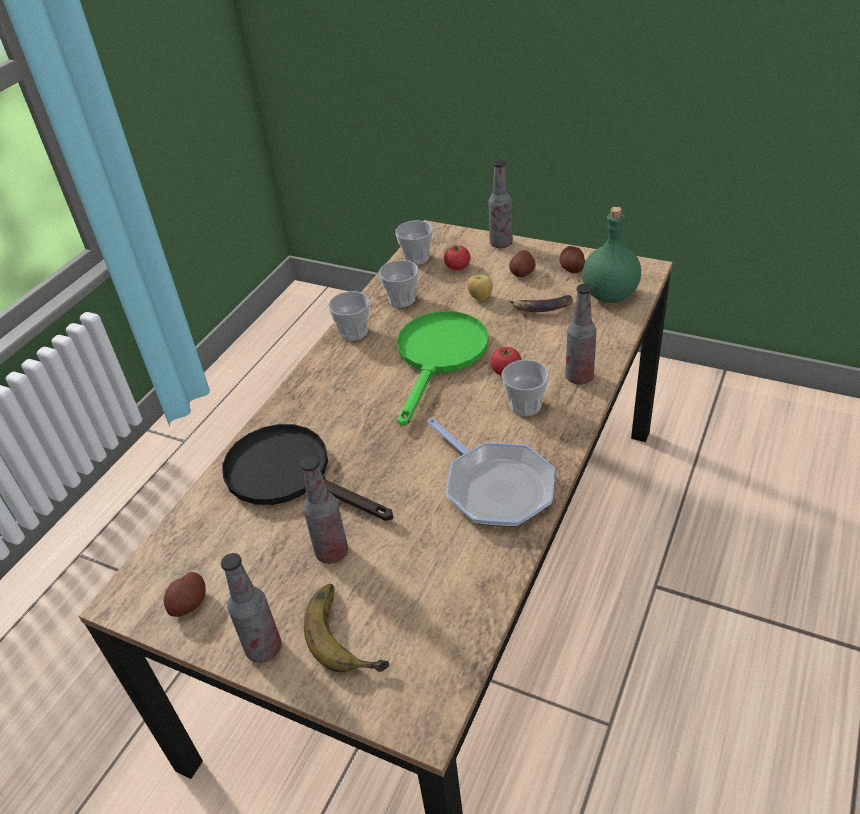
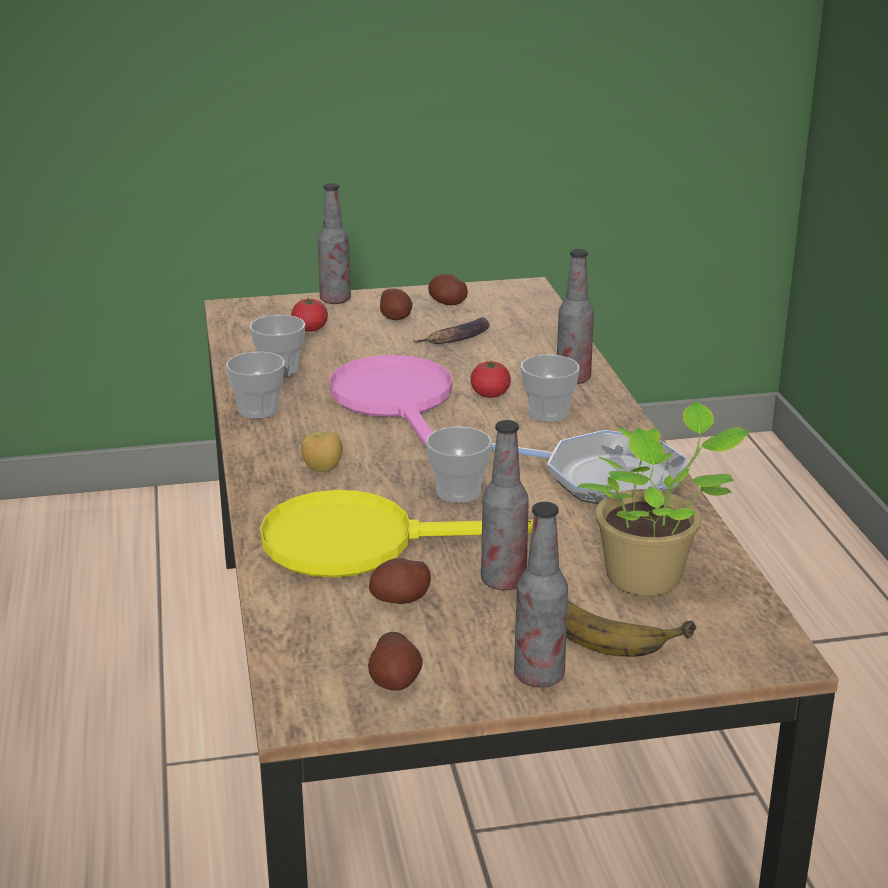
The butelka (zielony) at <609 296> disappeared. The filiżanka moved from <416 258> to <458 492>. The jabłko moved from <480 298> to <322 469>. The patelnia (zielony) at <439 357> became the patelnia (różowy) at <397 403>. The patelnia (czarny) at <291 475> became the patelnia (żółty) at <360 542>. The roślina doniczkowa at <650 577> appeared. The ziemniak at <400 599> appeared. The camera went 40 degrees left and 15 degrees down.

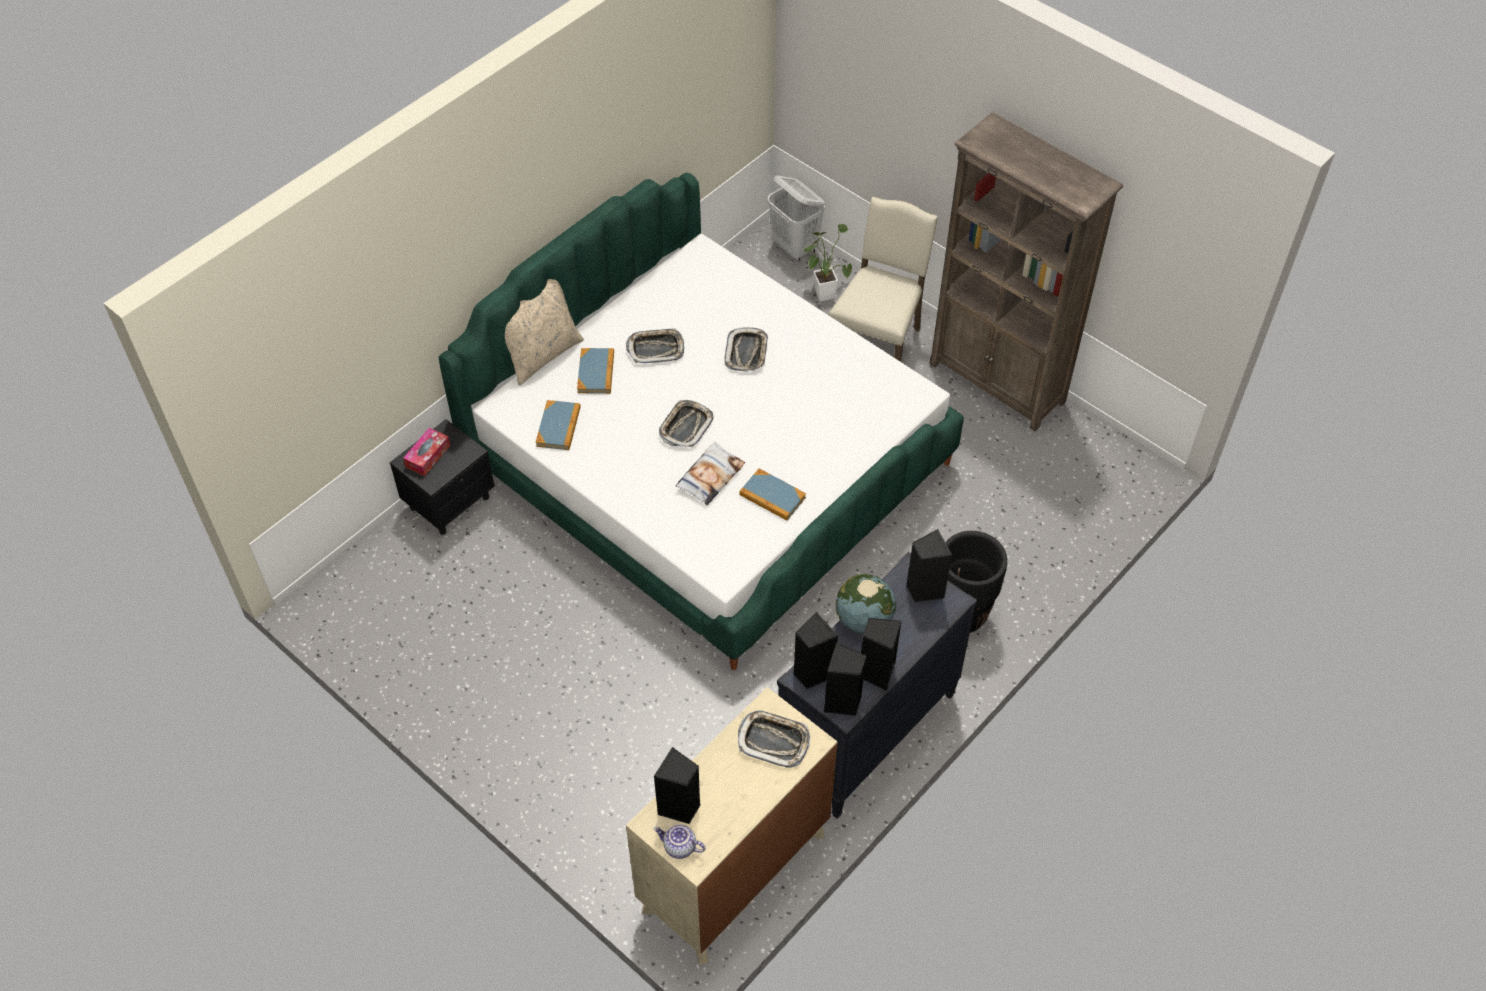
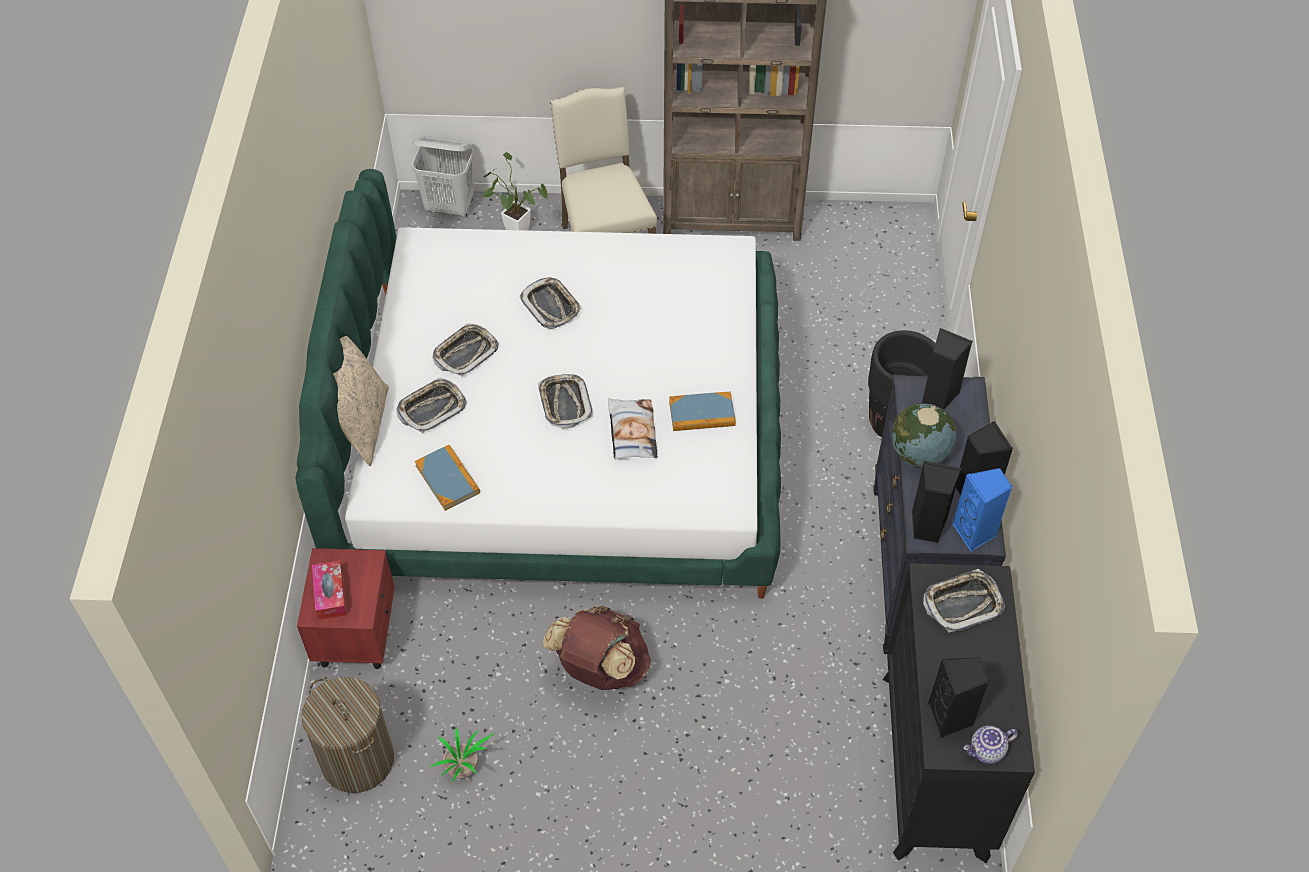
The książka at <596 373> was replaced by the taca at <432 408>. The szafka nocna (czarny) at <451 502> became the szafka nocna (czerwony) at <357 633>. The głośnik (czarny) at <842 702> became the głośnik (niebieski) at <975 532>. The komoda (beżowy) at <734 872> became the komoda (czarny) at <935 764>. The plecak (brązowy) at <600 669> appeared. The kosz na pranie at <357 759> appeared. The roślina doniczkowa at <464 770> appeared. The camera went 40 degrees left and 0 degrees up.

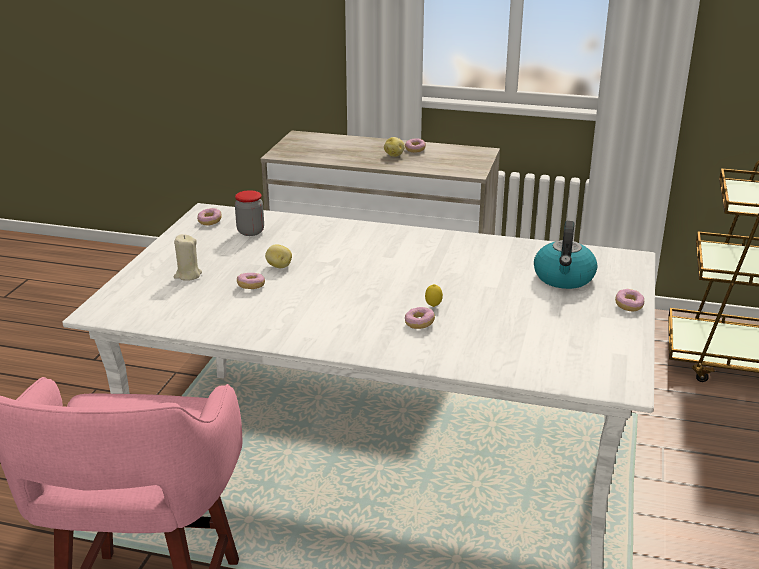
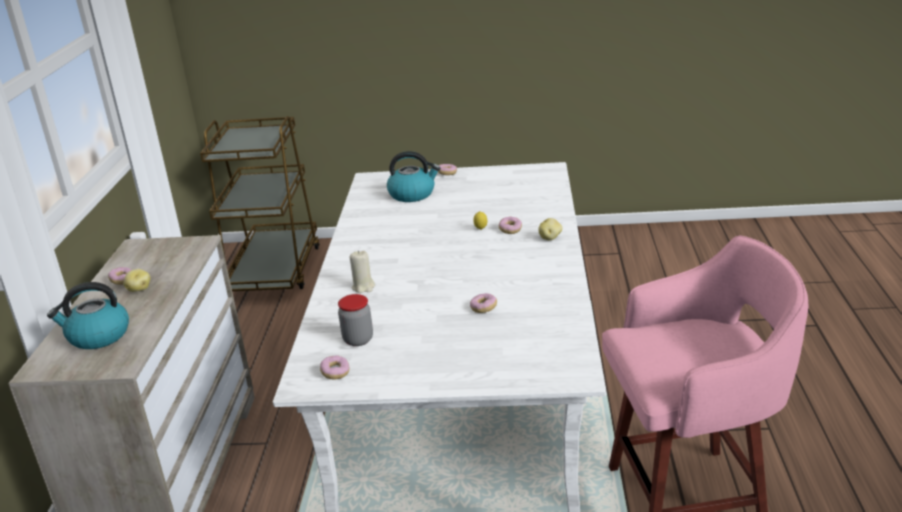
The świeca (beżowy) moved from <187 275> to <363 287>. The ziemniak moved from <279 266> to <550 238>. The czajnik at <98 336> appeared. The camera went 100 degrees left and 0 degrees up.

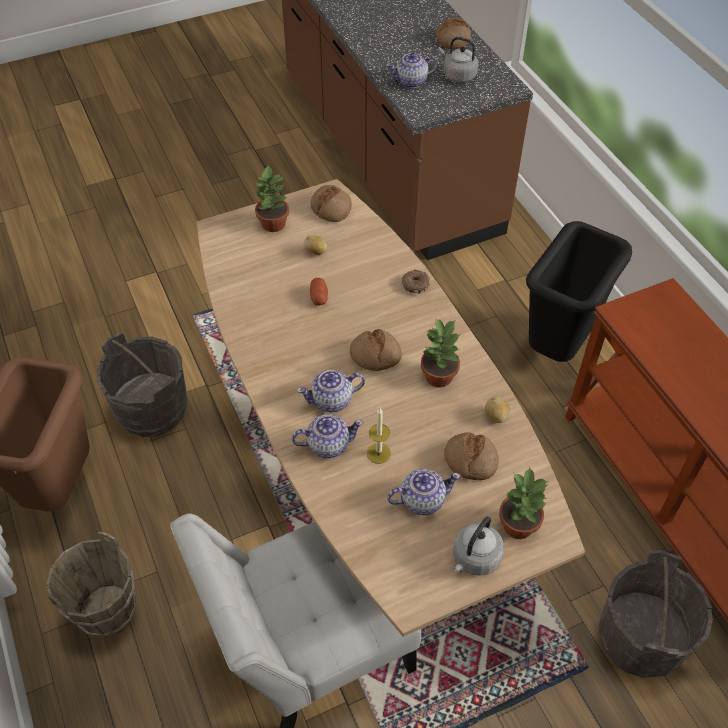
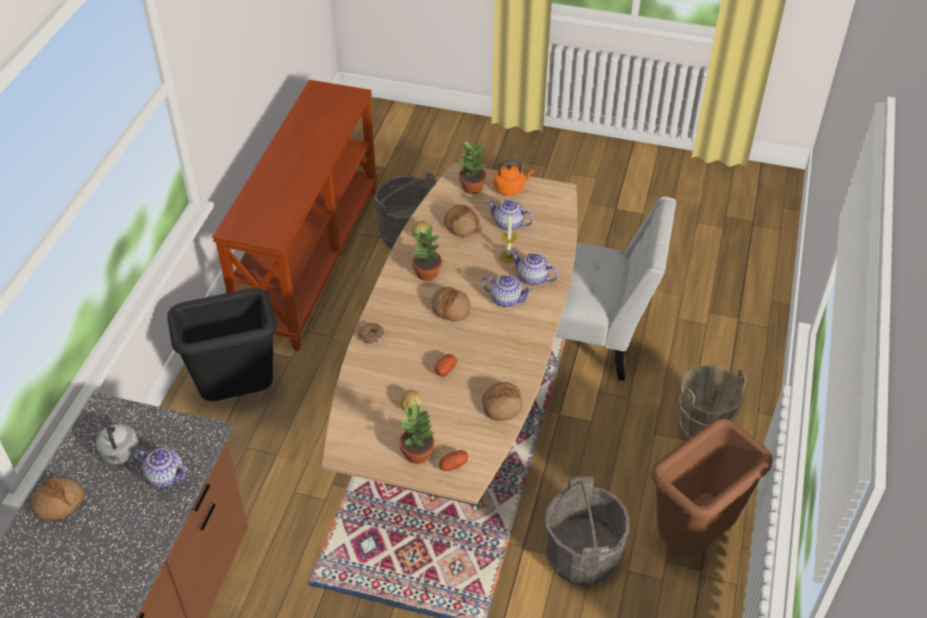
The chleb moved from <331 208> to <502 405>. The czajnik (szary) at <474 559> became the czajnik (pomarańczowy) at <510 188>. The ziemniak at <453 465> appeared. The camera went 140 degrees left and 5 degrees down.

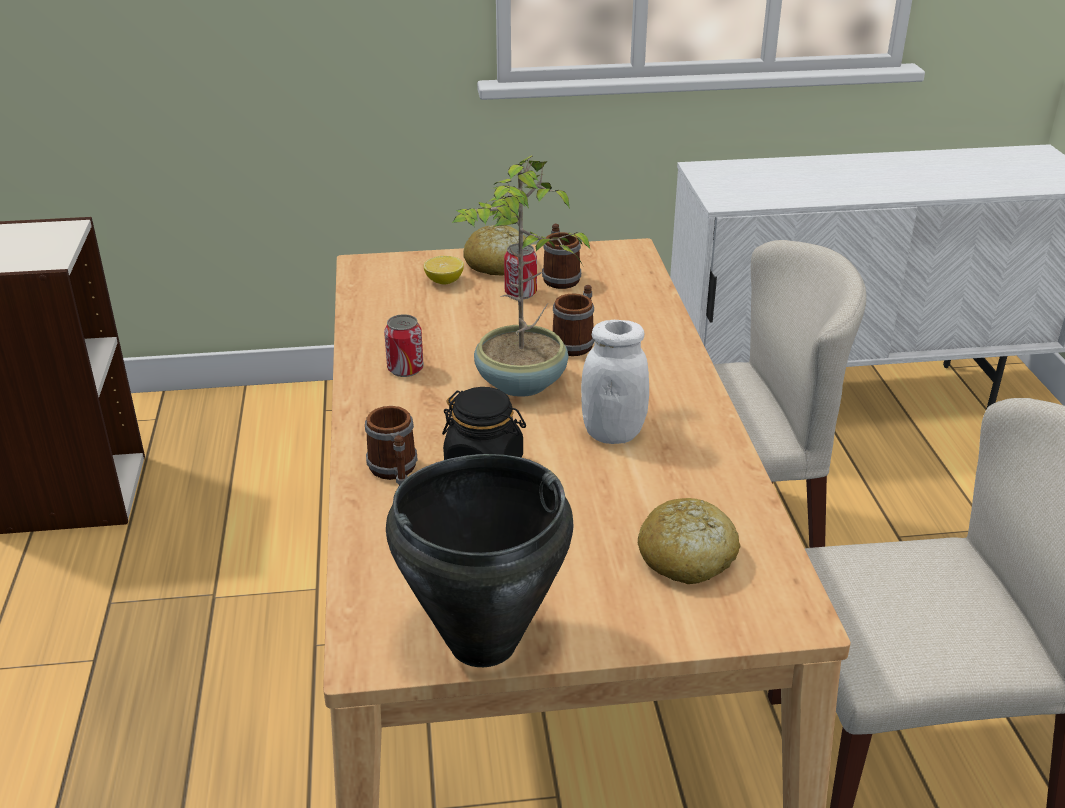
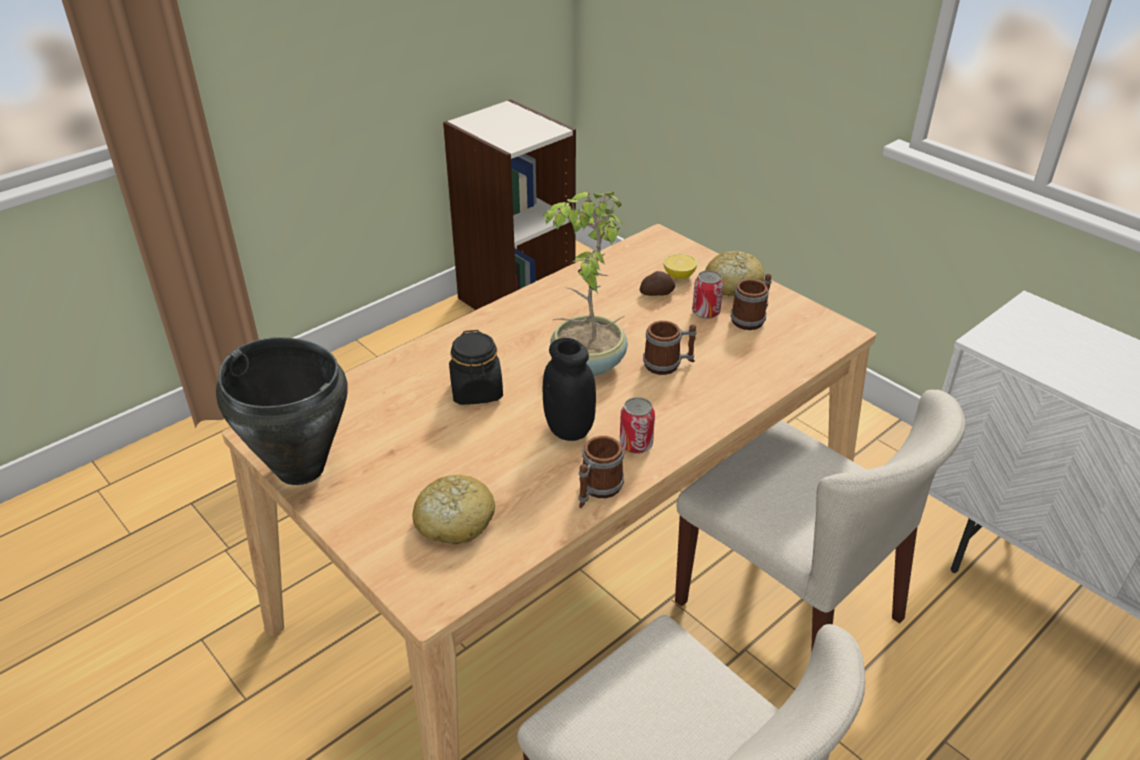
The puszka moved from <405 369> to <636 444>. The słoik (biały) at <613 433> became the słoik (czarny) at <569 429>. The kubek moved from <395 472> to <597 490>. The ziemniak at <656 293> appeared. The camera went 55 degrees right and 5 degrees up.

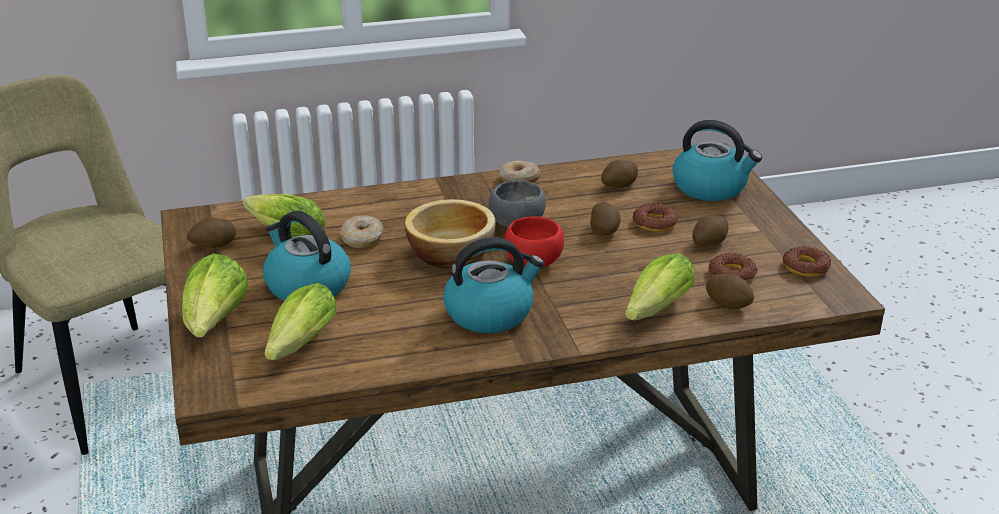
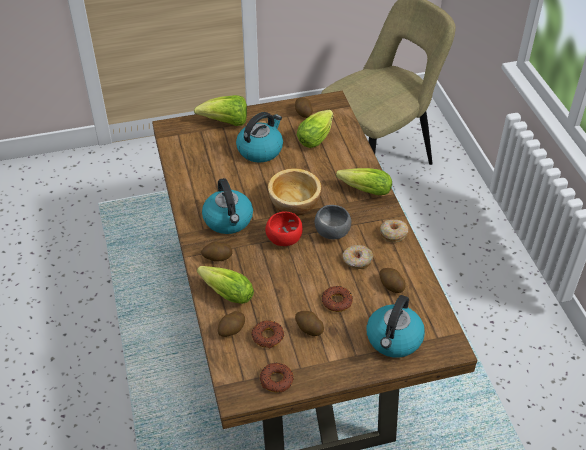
The ziemniak moved from <604 231> to <217 258>. The donut moved from <362 239> to <357 261>. The sałata moved from <298 347> to <362 190>. The camera went 90 degrees right and 15 degrees up.

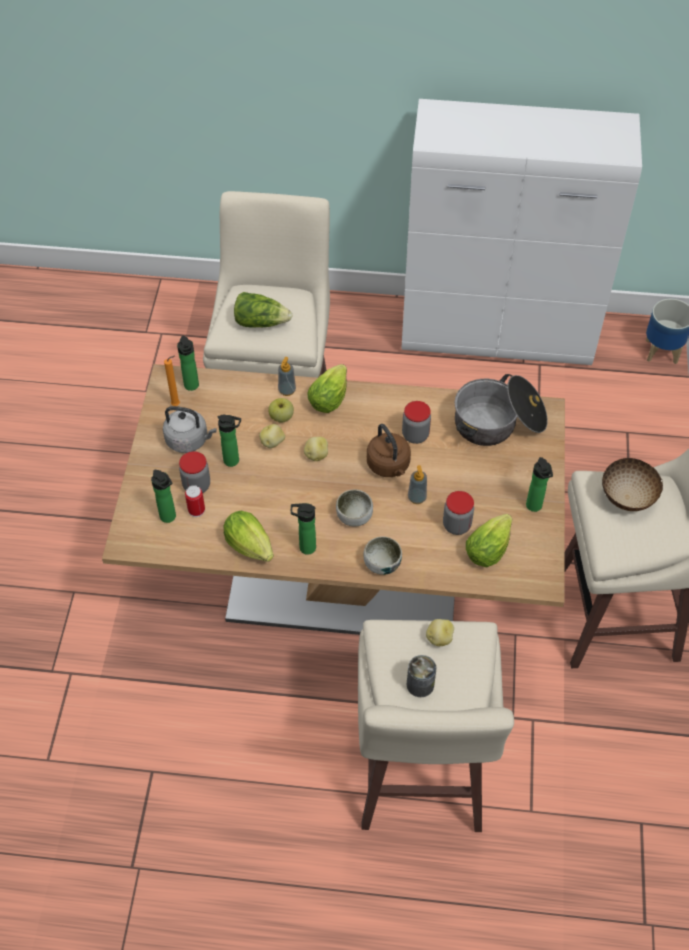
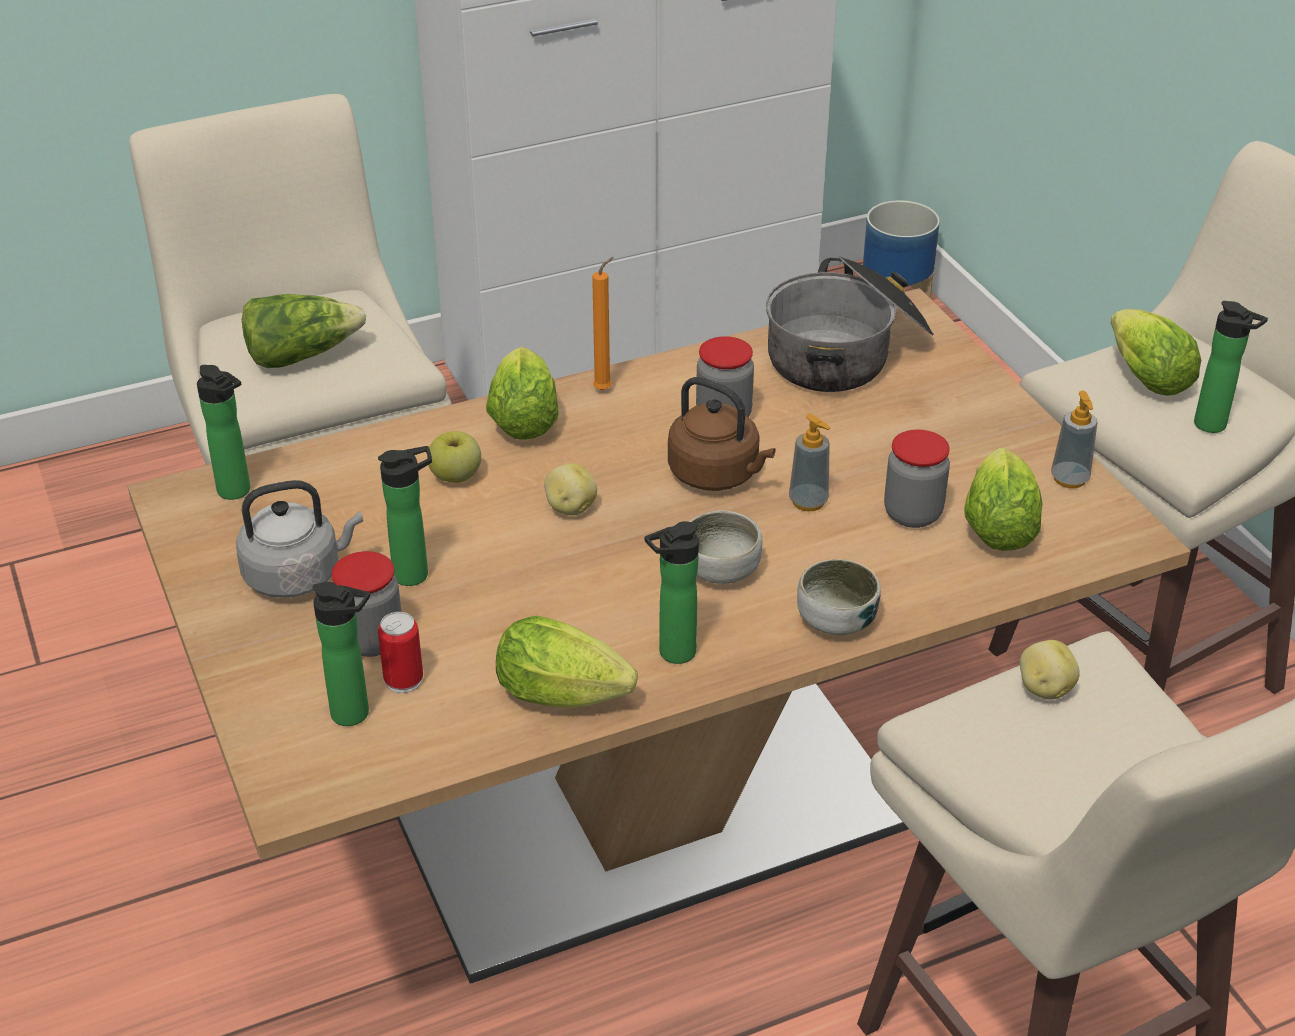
The świeca (pomarańczowy) moved from <177 405> to <605 389>. The dozownik mydła moved from <287 390> to <1069 479>. The ziemniak at <273 442> disappeared. The butelka moved from <534 507> to <1214 426>. The miska at <627 498> was replaced by the sałata at <1143 376>. The puszka at <420 684> disappeared. The camera went 30 degrees left and 15 degrees down.

